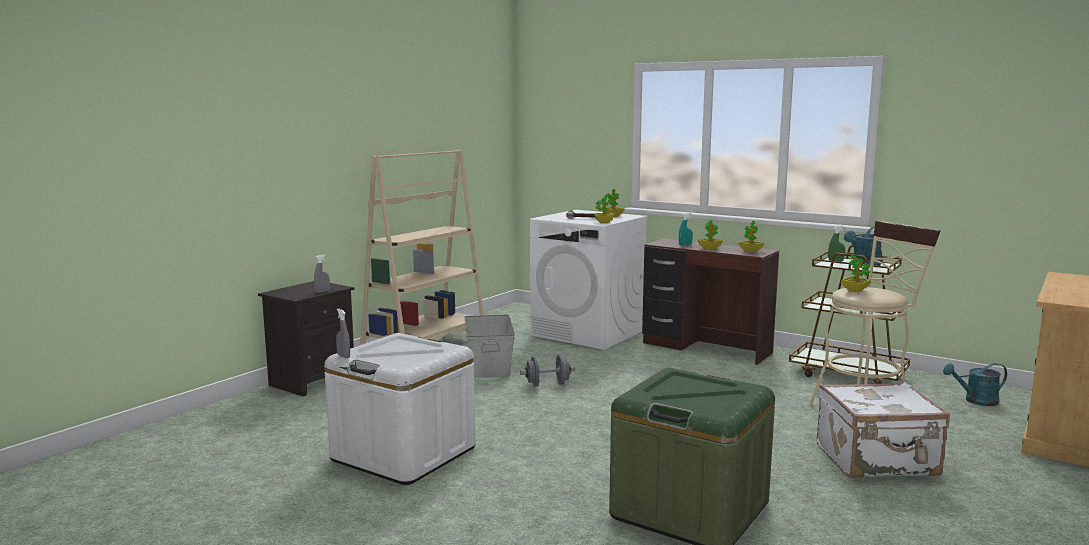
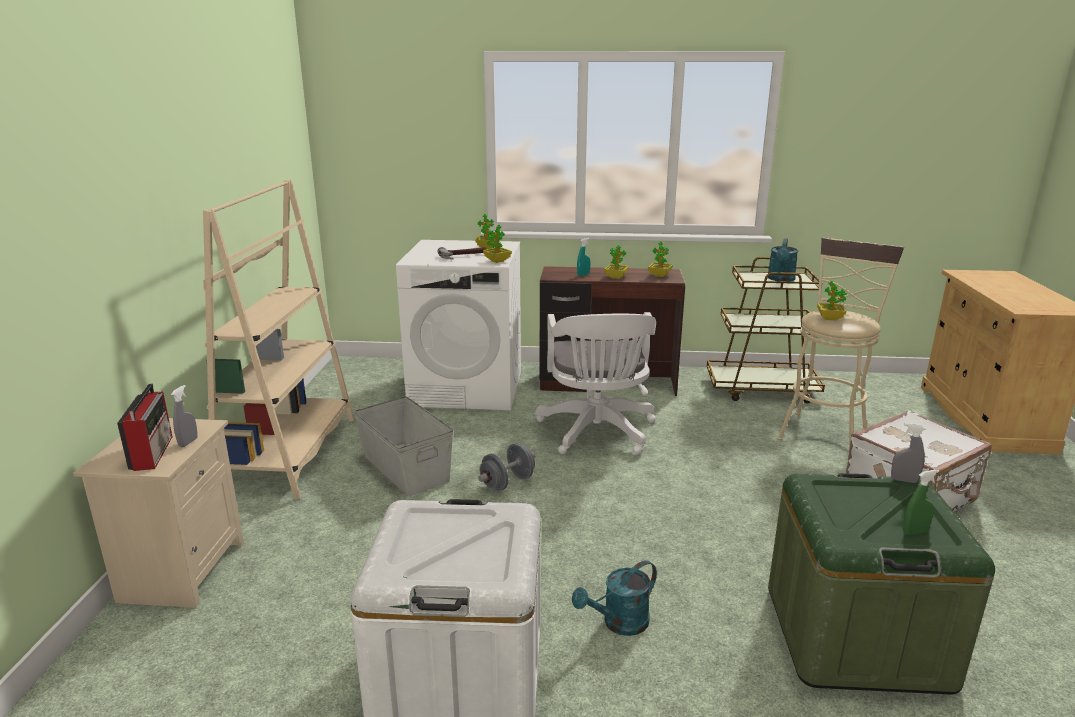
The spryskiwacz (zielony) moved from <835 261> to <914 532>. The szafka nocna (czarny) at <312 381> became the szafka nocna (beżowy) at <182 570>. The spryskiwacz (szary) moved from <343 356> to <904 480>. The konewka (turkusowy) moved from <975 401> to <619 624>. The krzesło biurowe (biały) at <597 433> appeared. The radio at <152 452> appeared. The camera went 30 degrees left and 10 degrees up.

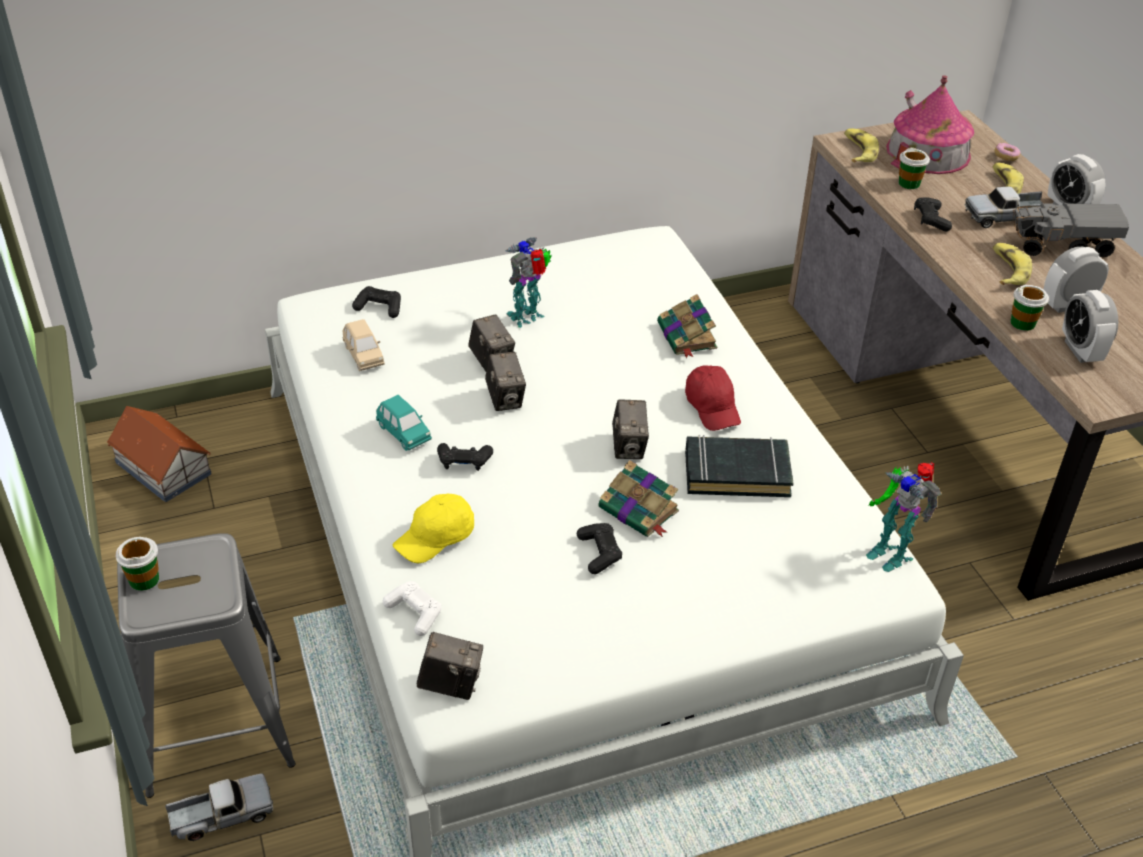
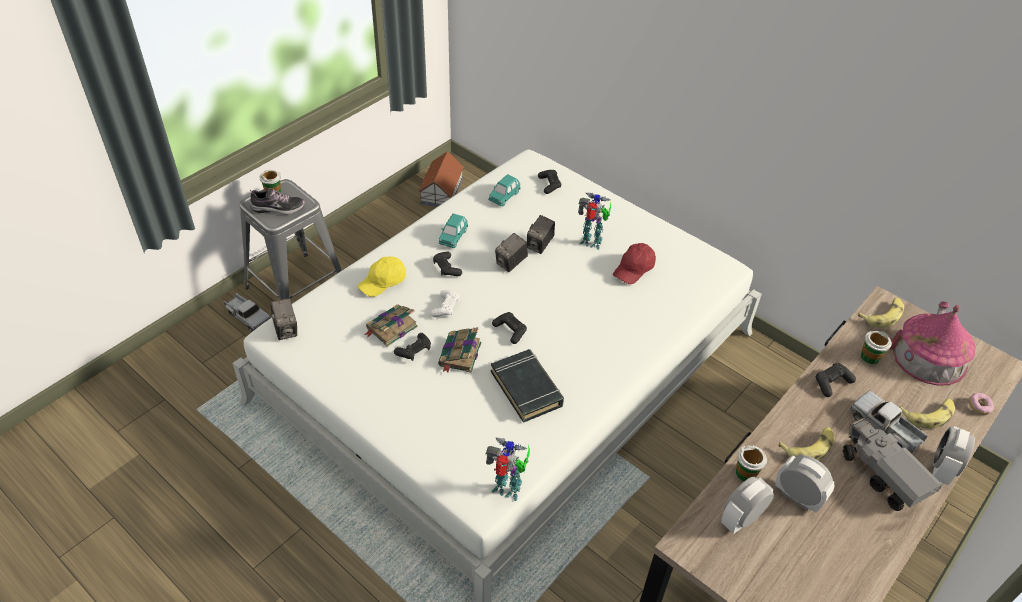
The książka moved from <687 337> to <391 328>. The samochodzik (beżowy) at <364 356> became the samochodzik (turkusowy) at <504 197>. The czapka z daszkiem (czerwony) moved from <712 407> to <634 269>. The aparat fotograficzny at <629 447> was replaced by the pad do gier (czarny) at <510 330>. The robot zabawkowy at <890 552> turned 90 degrees clockwise. The czapka z daszkiem (żółty) at <436 538> turned 60 degrees counterclockwise. The pad do gier (biały) moved from <415 613> to <445 307>. The but at <278 208> appeared. The camera went 60 degrees right and 5 degrees up.

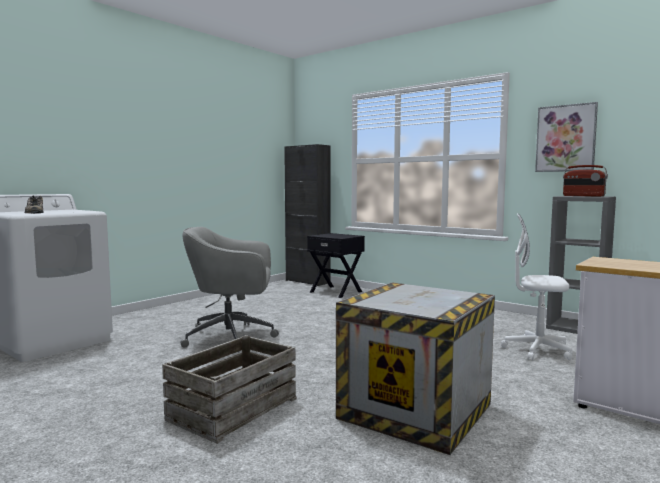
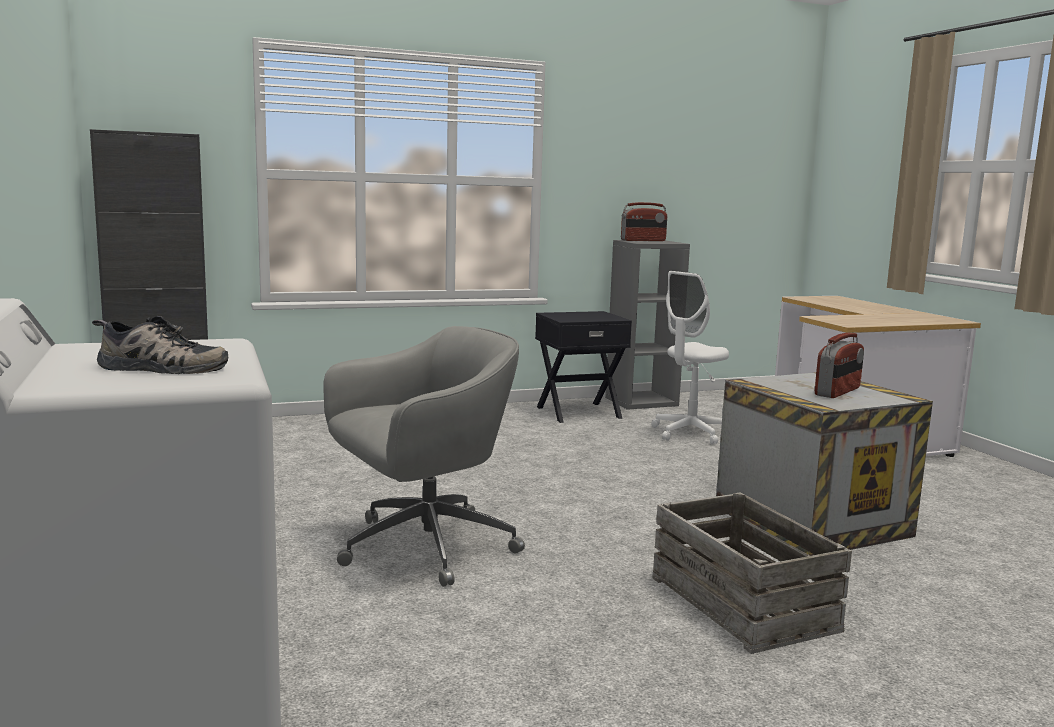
The obraz at <565 138> disappeared. The krzesło biurowe (szary) at <232 337> turned 150 degrees counterclockwise. The szafka nocna (czarny) moved from <336 292> to <578 412>. The radio at <838 392> appeared. The camera went 60 degrees left and 5 degrees up.

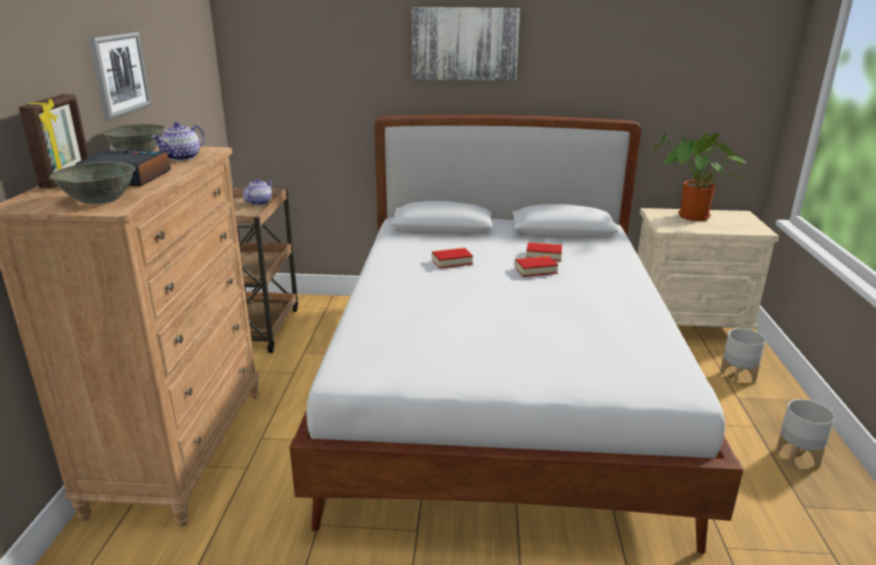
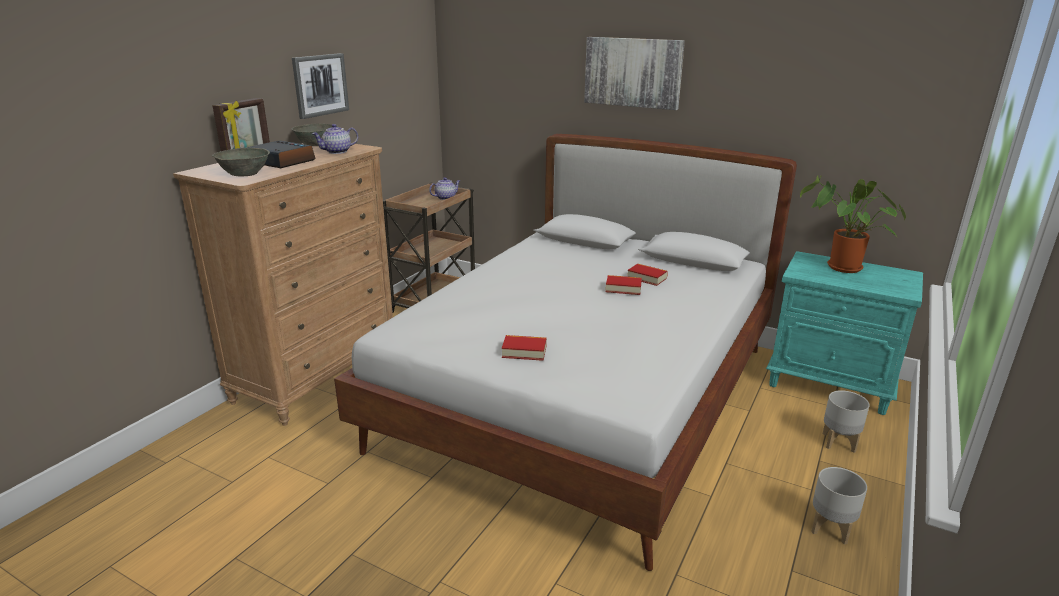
The szafka nocna (beżowy) at <688 326> became the szafka nocna (turkusowy) at <830 384>. The książka moved from <452 262> to <524 352>. The camera went 25 degrees right and 0 degrees up.

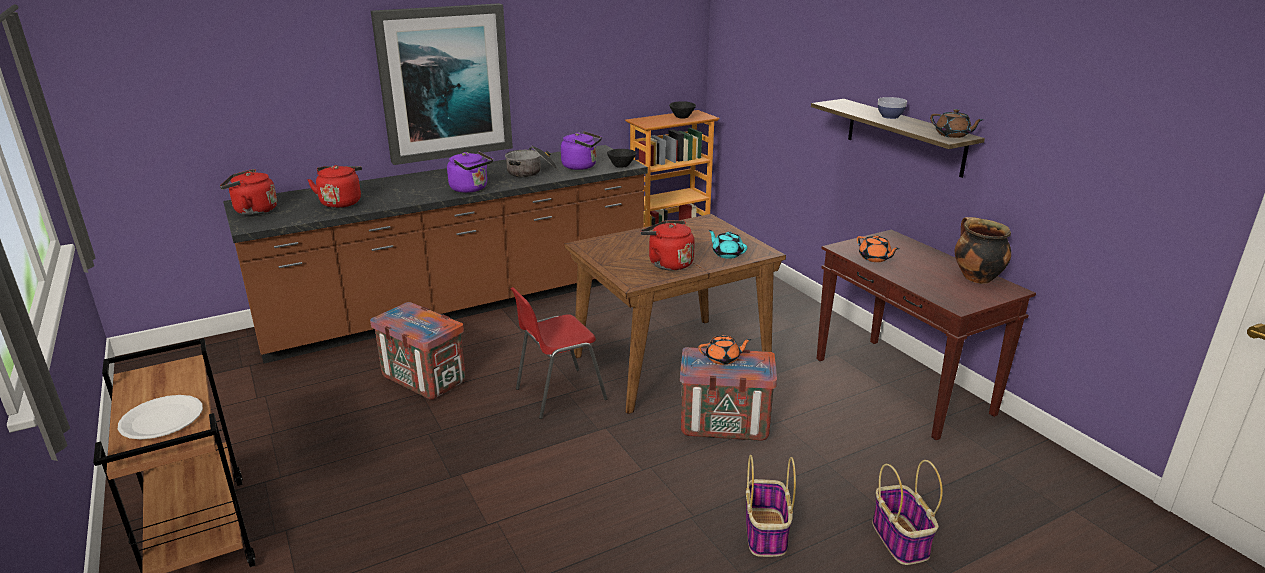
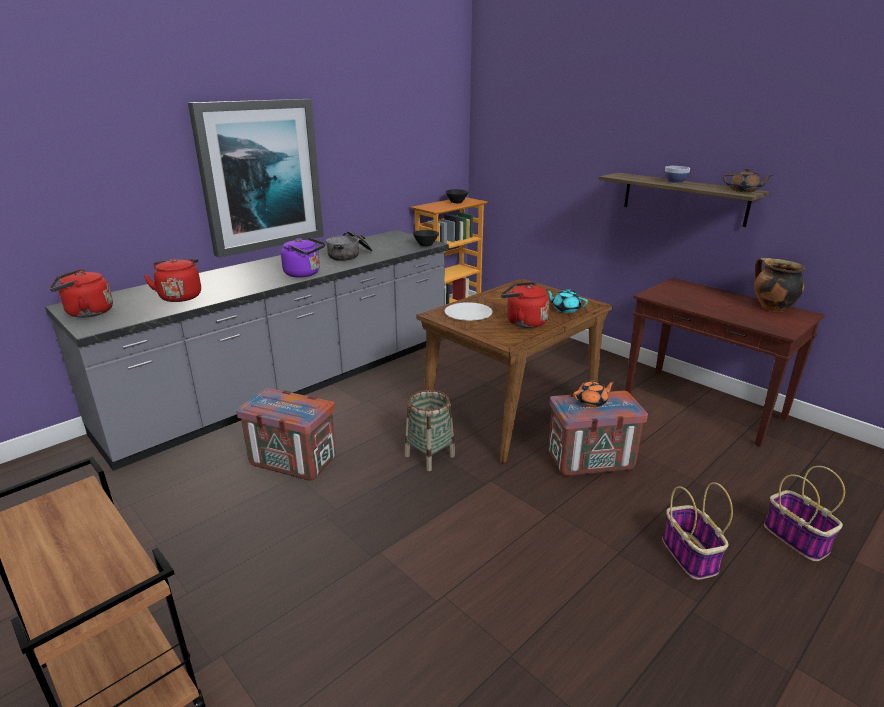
The czajnik (fioletowy) at <581 166> disappeared. The zabudowa kuchenna (brązowy) at <461 304> became the zabudowa kuchenna (szary) at <292 385>. The imbryk (pomarańczowy) at <874 258> disappeared. The krzesło (czerwony) at <558 394> was replaced by the koszyk at <429 456>. The talerz (biały) moved from <162 419> to <468 313>. The camera went 15 degrees left and 0 degrees up.

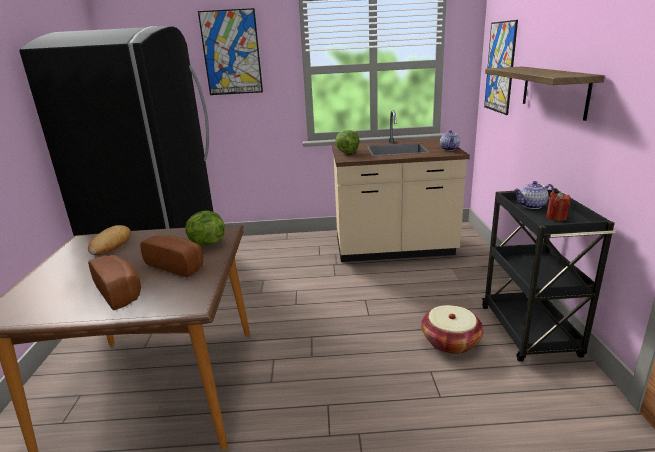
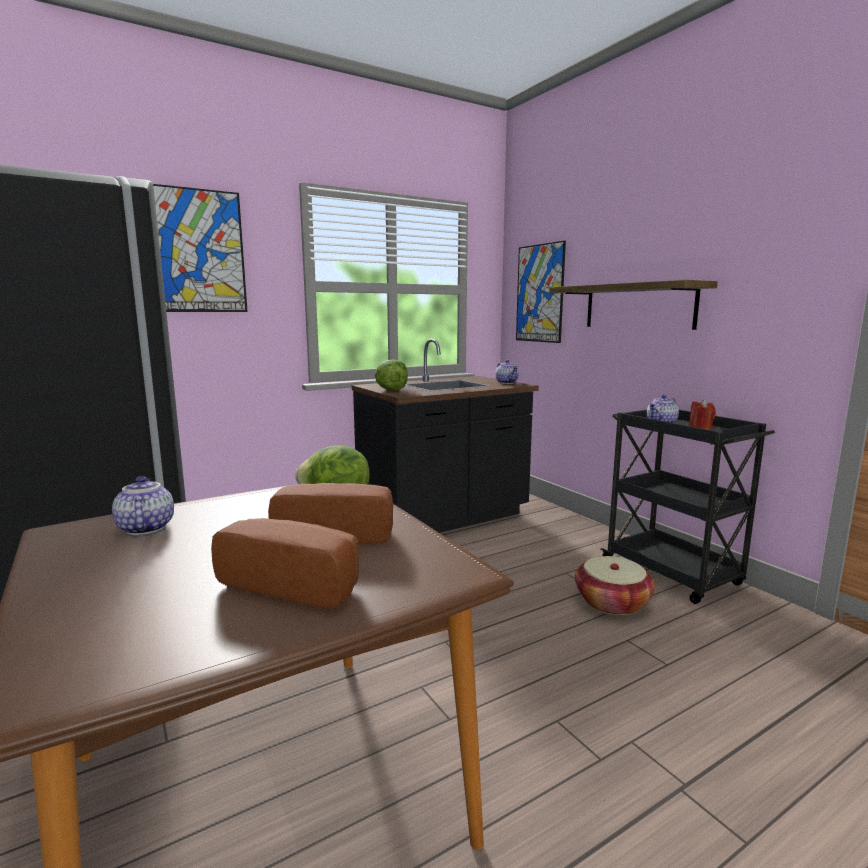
The zabudowa kuchenna (beżowy) at <394 248> became the zabudowa kuchenna (czarny) at <444 518>. The chleb at <111 244> was replaced by the imbryk at <144 528>. The camera went 30 degrees left and 10 degrees down.

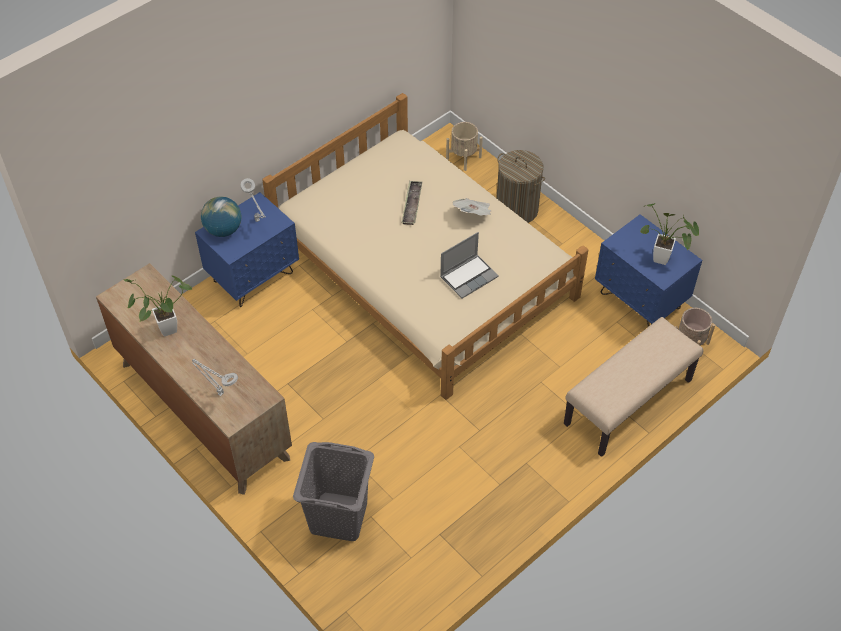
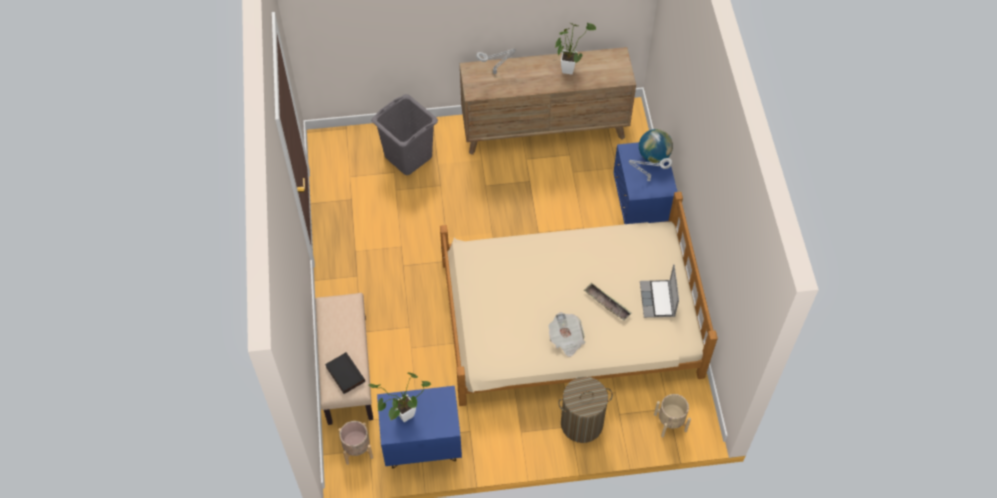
The laptop moved from <469 276> to <658 300>. The książka (czarny) at <344 374> appeared. The camera went 125 degrees right and 5 degrees up.

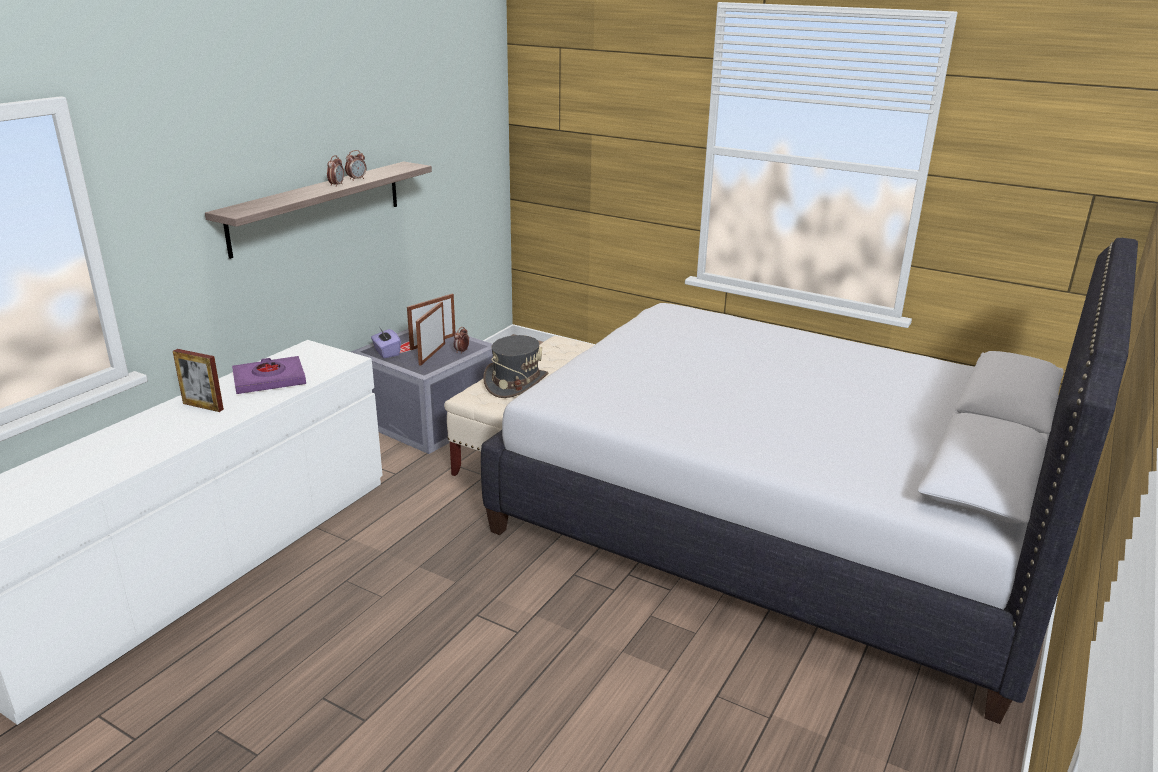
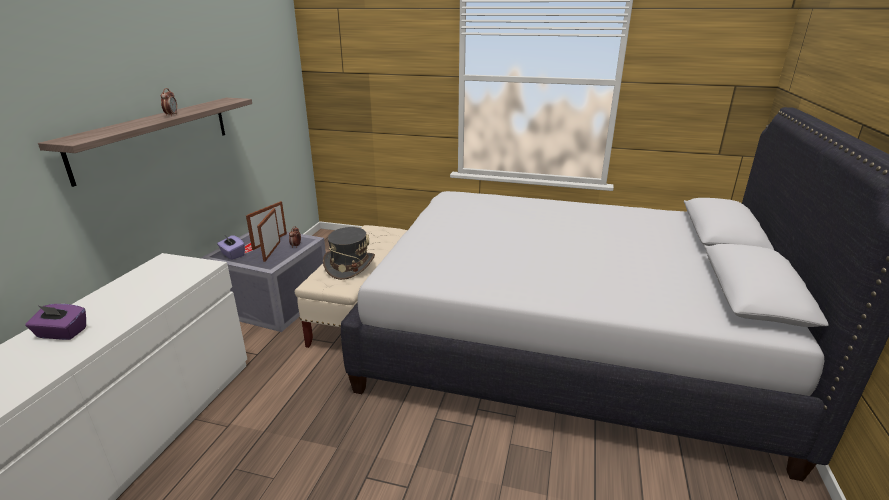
The budzik at <357 179> disappeared. The ramka na zdjęcie at <203 406> was replaced by the pudełko chusteczek (fioletowy) at <62 333>. The książka (fioletowy) at <269 380> disappeared. The camera went 15 degrees left and 0 degrees up.

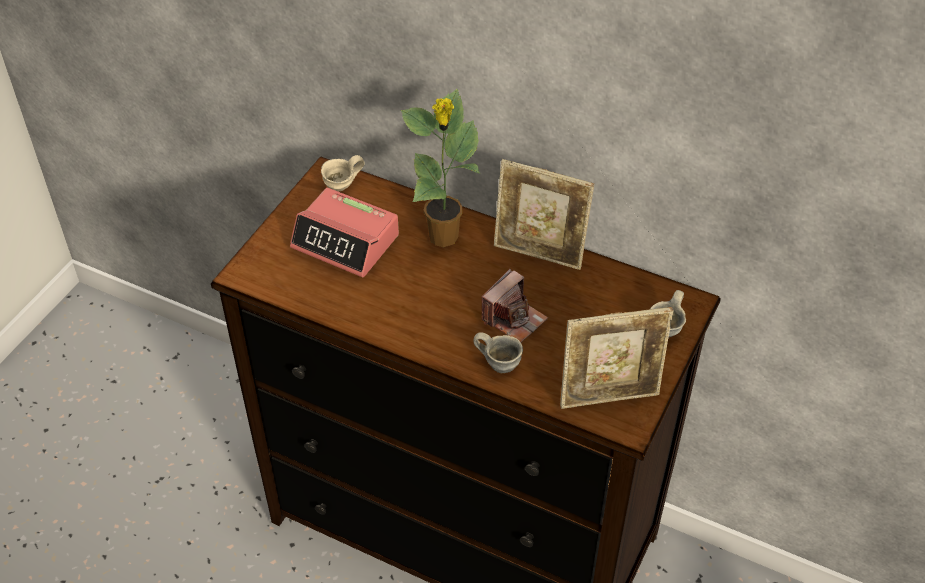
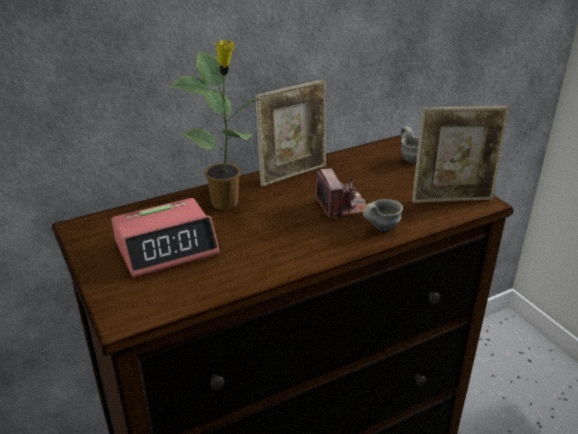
The kubek (beżowy) at <343 188> disappeared. The ramka na zdjęcie at <609 397> turned 60 degrees clockwise. The camera went 55 degrees left and 15 degrees down.

